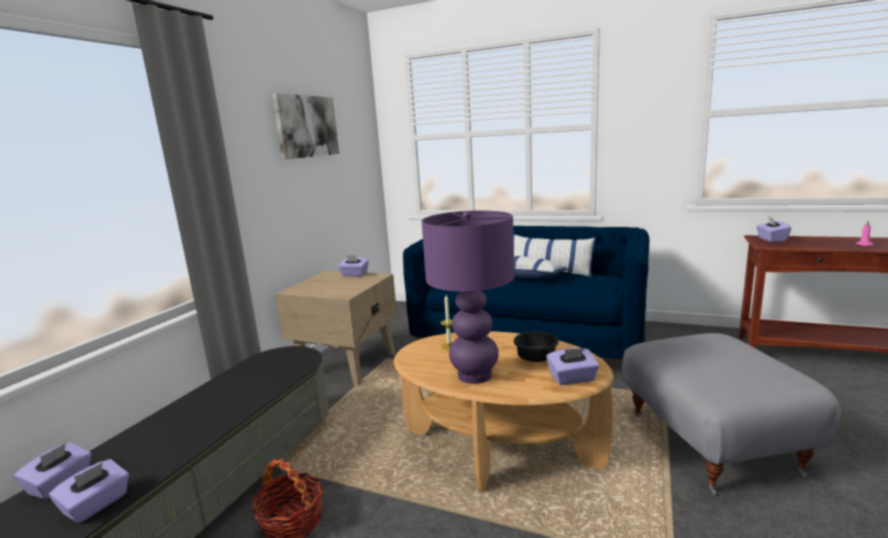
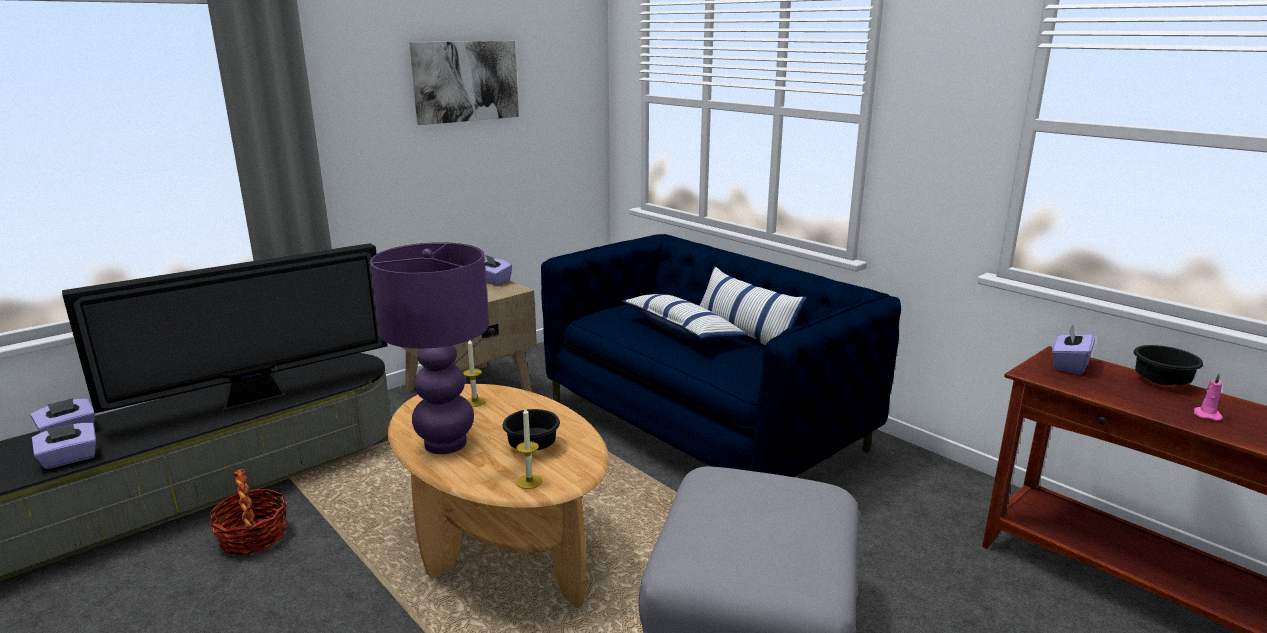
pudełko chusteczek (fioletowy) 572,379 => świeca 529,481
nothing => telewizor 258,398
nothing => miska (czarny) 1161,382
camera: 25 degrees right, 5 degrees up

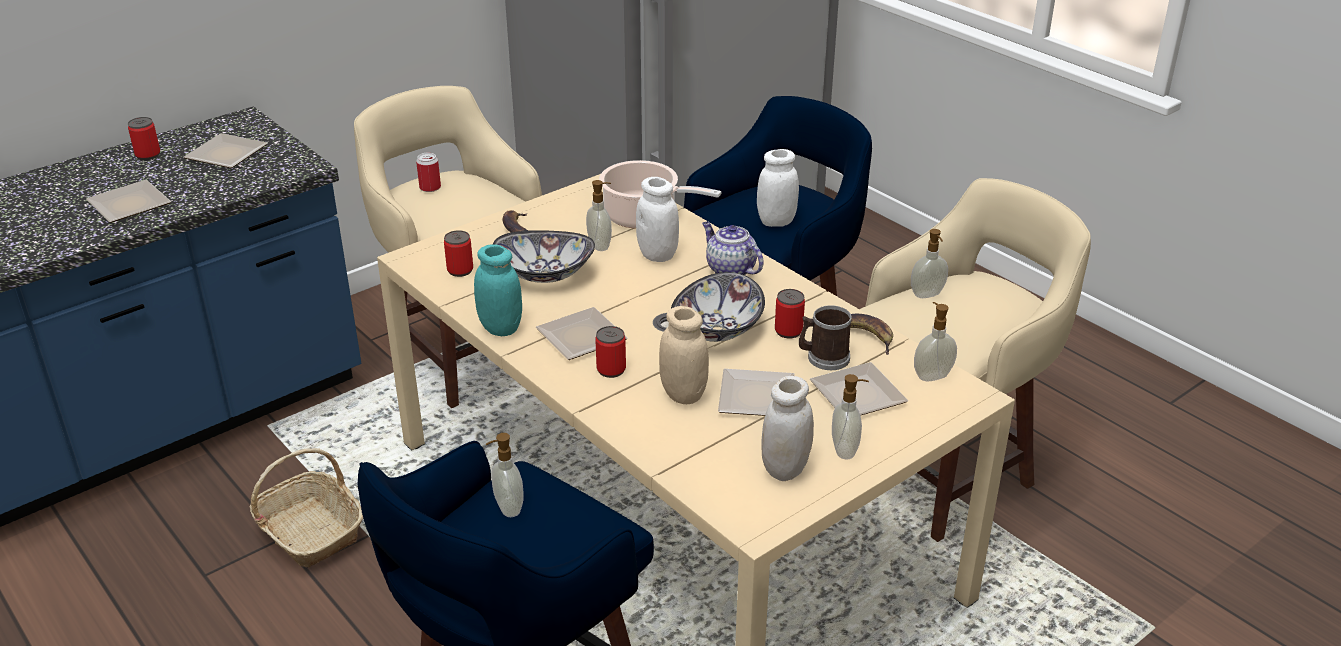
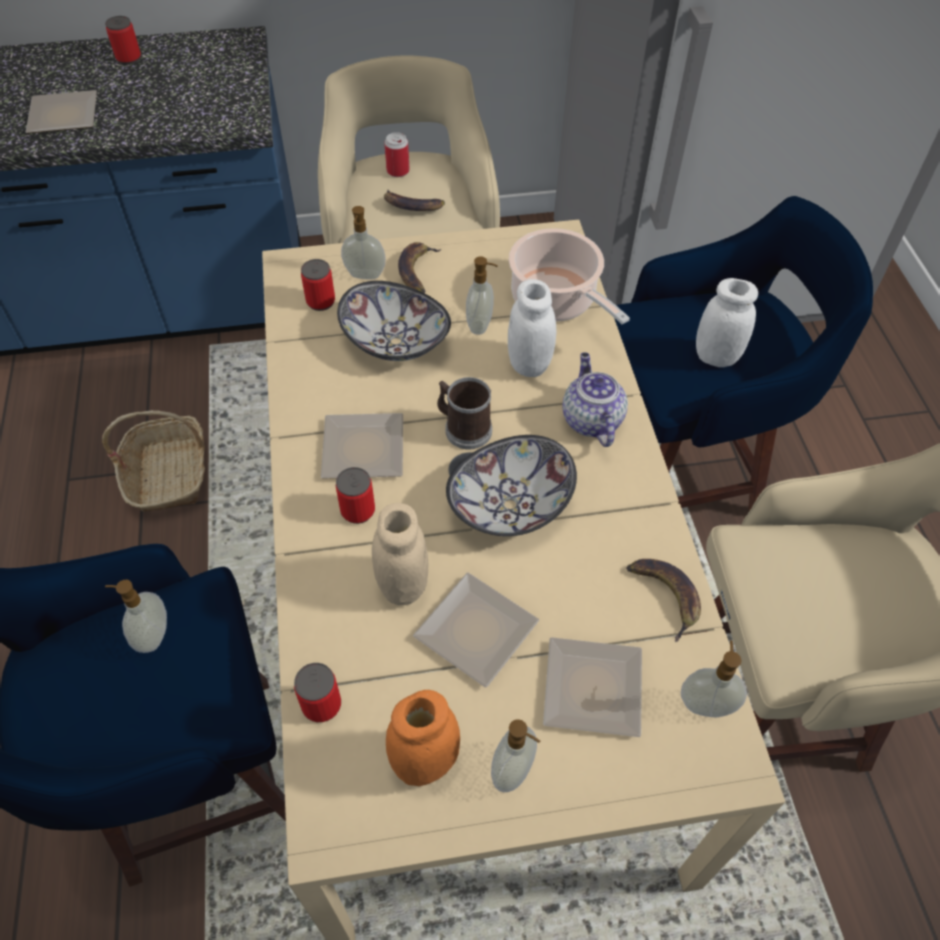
talerz 226,153 => nothing
dozownik mydła 927,295 => dozownik mydła 365,275, shifted
słoik (turkusowy) 500,328 => nothing
puszka 788,331 => puszka 321,705, shifted
kubek 823,358 => kubek 463,428, shifted
słoik (biały) 785,469 => słoik (pomarańczowy) 425,762
nothing => banan 411,206
camera: 30 degrees right, 20 degrees up

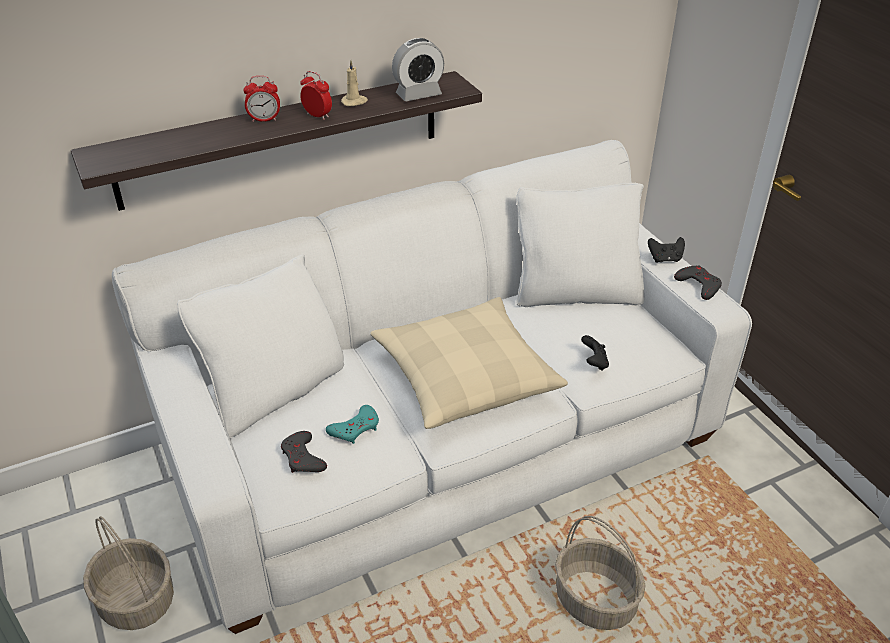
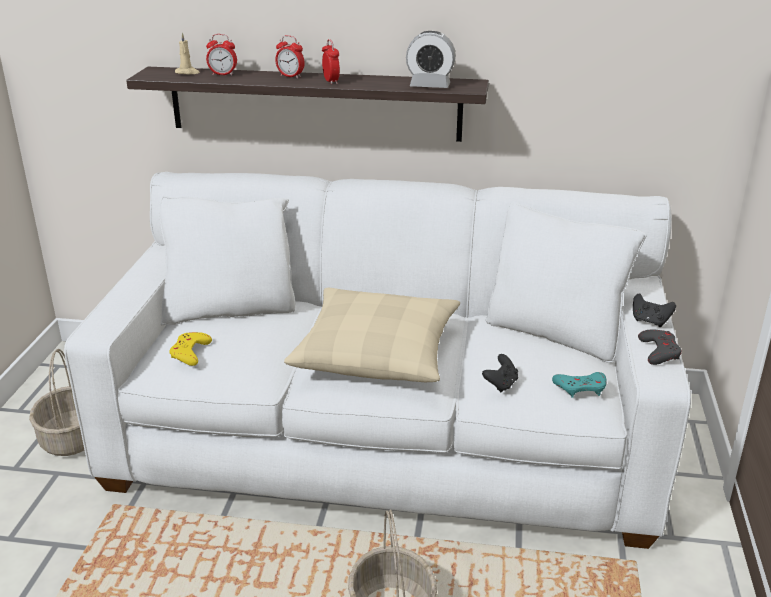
świeca (beżowy) 354,102 => świeca (beżowy) 187,72, shifted
pad do gier (turkusowy) 355,428 => pad do gier (turkusowy) 581,388, shifted
pad do gier (szary) 303,458 => pad do gier (żółty) 190,352
nothing => budzik 223,74
camera: 35 degrees right, 10 degrees down

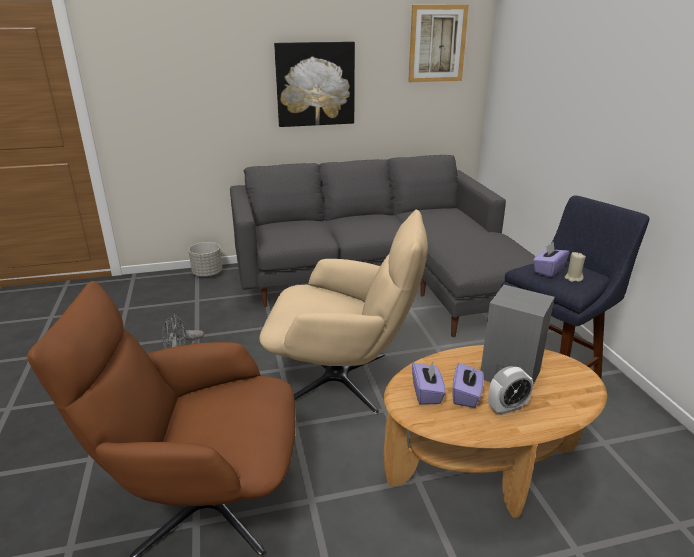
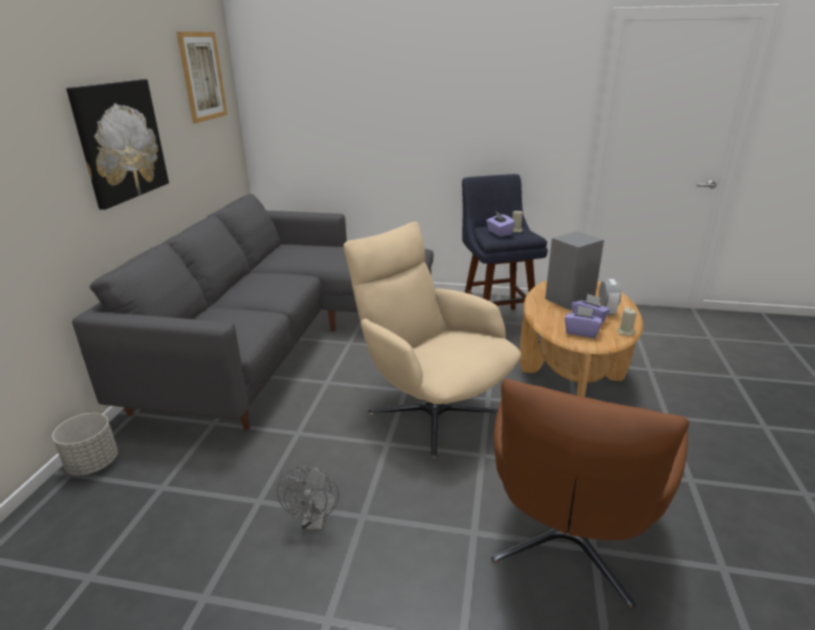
fotel (beżowy) 341,380 => fotel (beżowy) 431,410, 75 degrees counterclockwise
nothing => świeca (beżowy) 625,332
camera: 65 degrees left, 0 degrees up

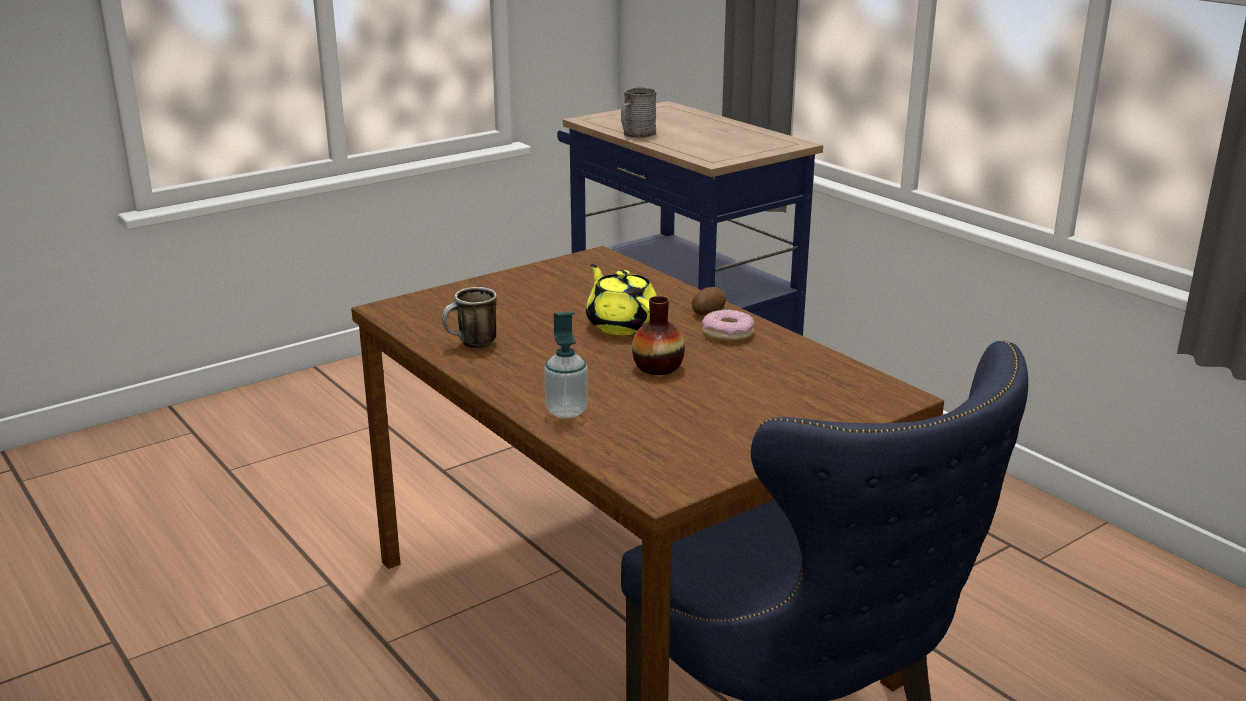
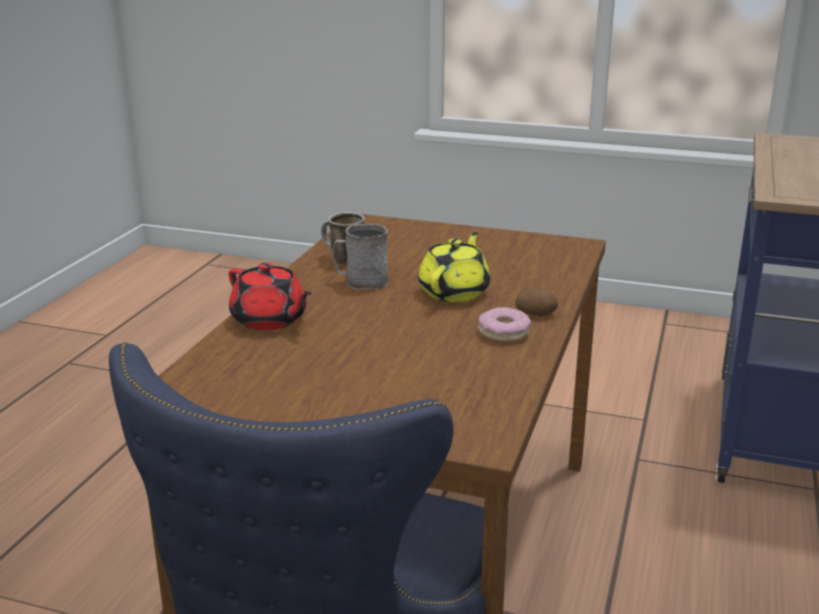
kubek (szary) 636,135 => kubek (szary) 360,282, shifted
wazon 658,367 => nothing
dozownik mydła 566,411 => imbryk (czerwony) 270,320
camera: 55 degrees right, 0 degrees up

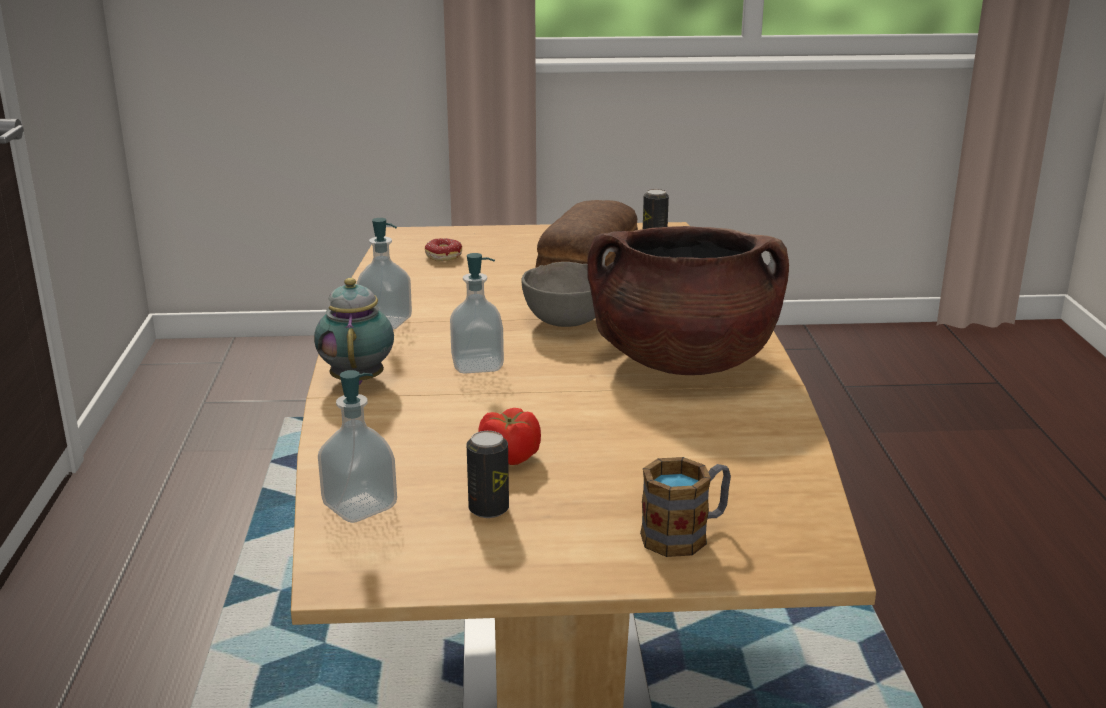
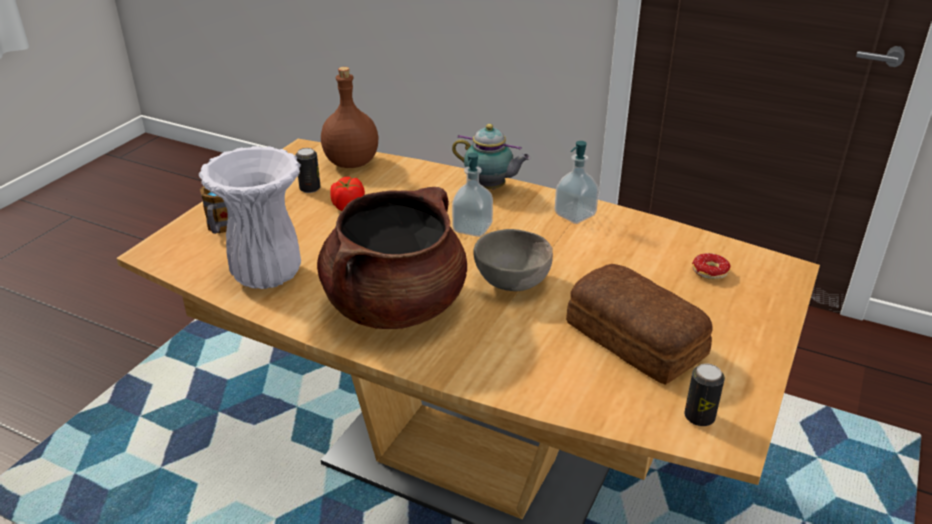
dozownik mydła 359,506 => butelka (brązowy) 352,162
nothing => wazon (biały) 266,276
camera: 120 degrees right, 10 degrees up

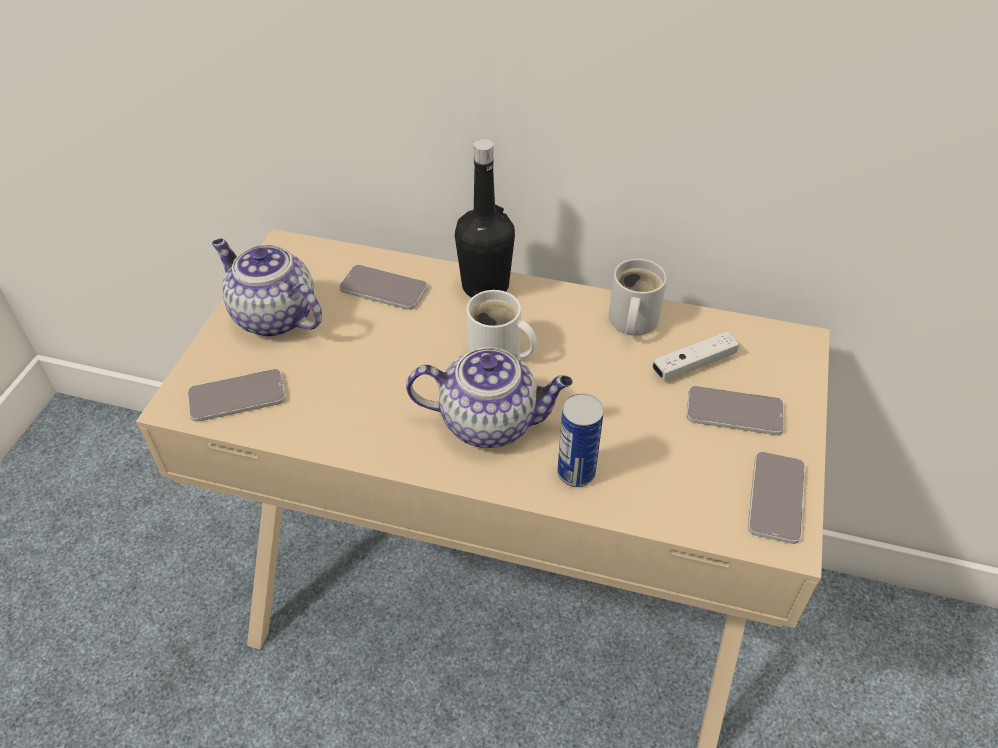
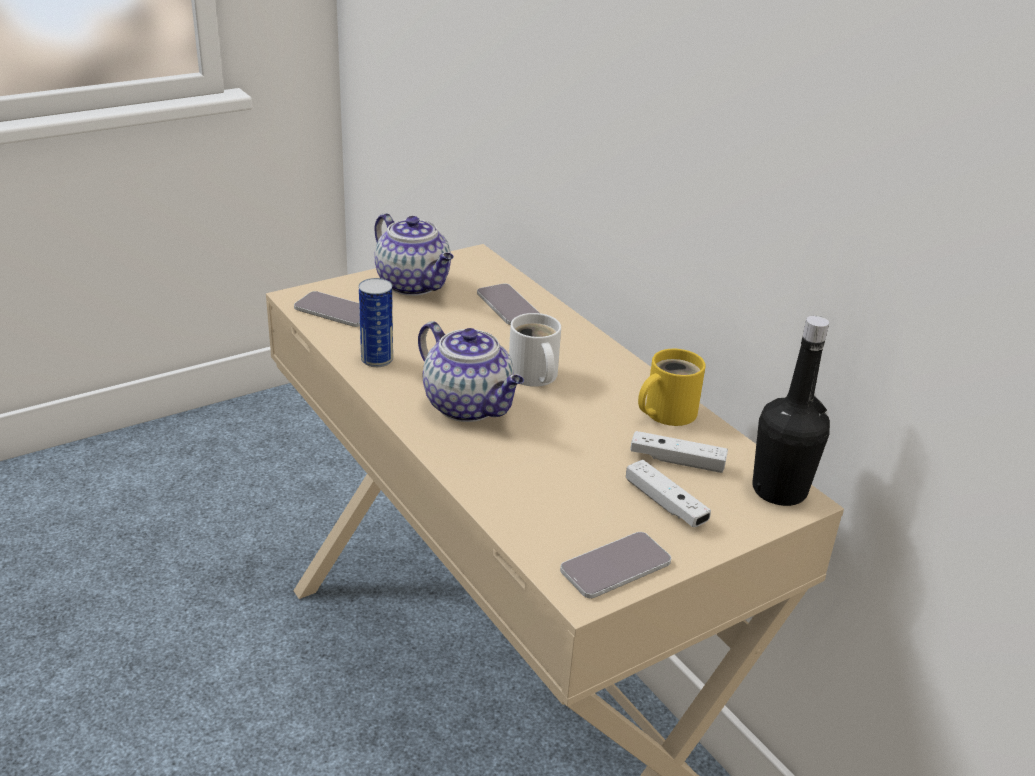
butelka (czarny) 485,286 => butelka (czarny) 779,490, shifted
imbryk 273,316 => imbryk 415,285, 150 degrees clockwise
kubek (biały) 631,321 => kubek (żółty) 665,412
telefon 734,411 => pad do gier (biały) 665,504
puszka 576,473 => puszka 377,360, shifted
camera: 40 degrees right, 15 degrees down

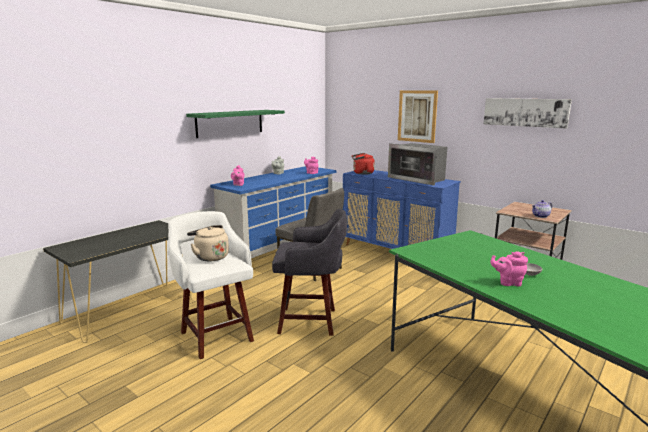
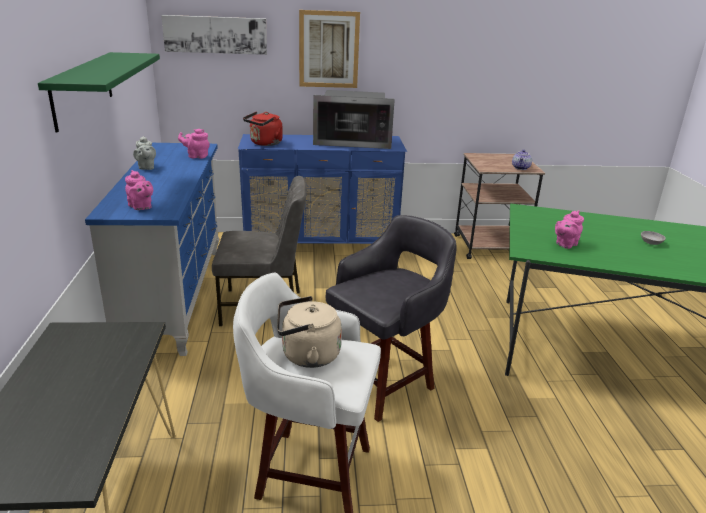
obraz 525,112 => obraz 215,34, shifted
imbryk (różowy) 508,282 => imbryk (różowy) 565,244, shifted
camera: 45 degrees left, 10 degrees up

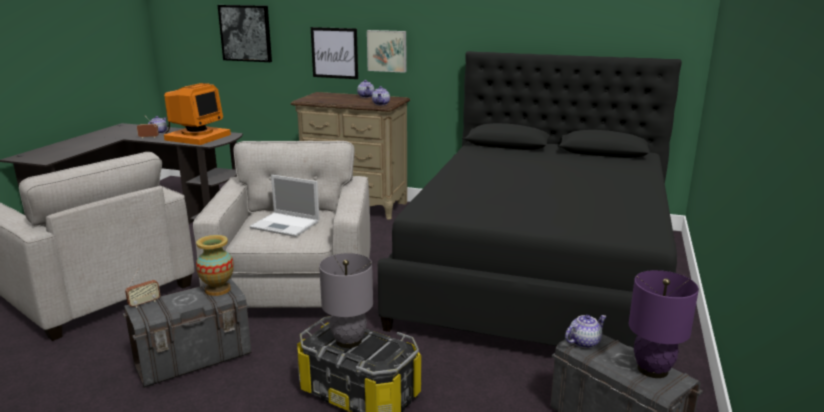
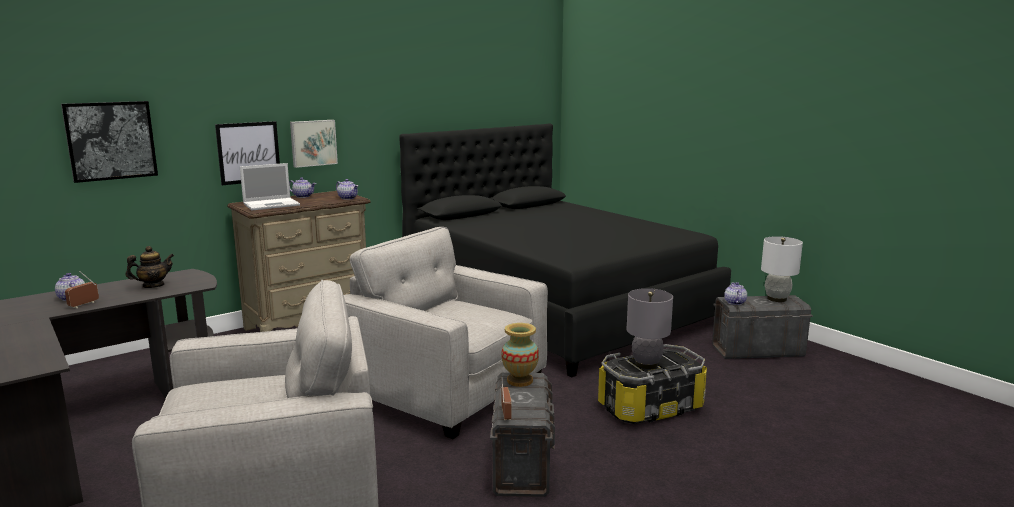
monitor 197,137 => imbryk 153,286
laptop 286,225 => laptop 272,204, shifted
lampa stołowa (fioletowy) 652,369 => lampa stołowa (biały) 777,299
camera: 55 degrees left, 5 degrees down

